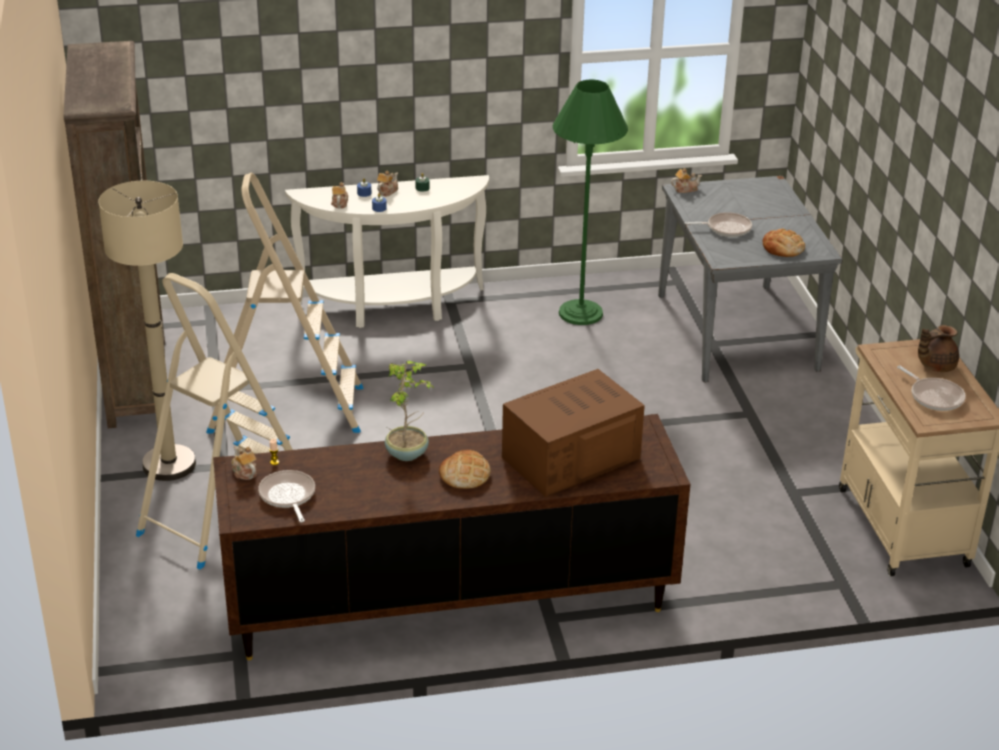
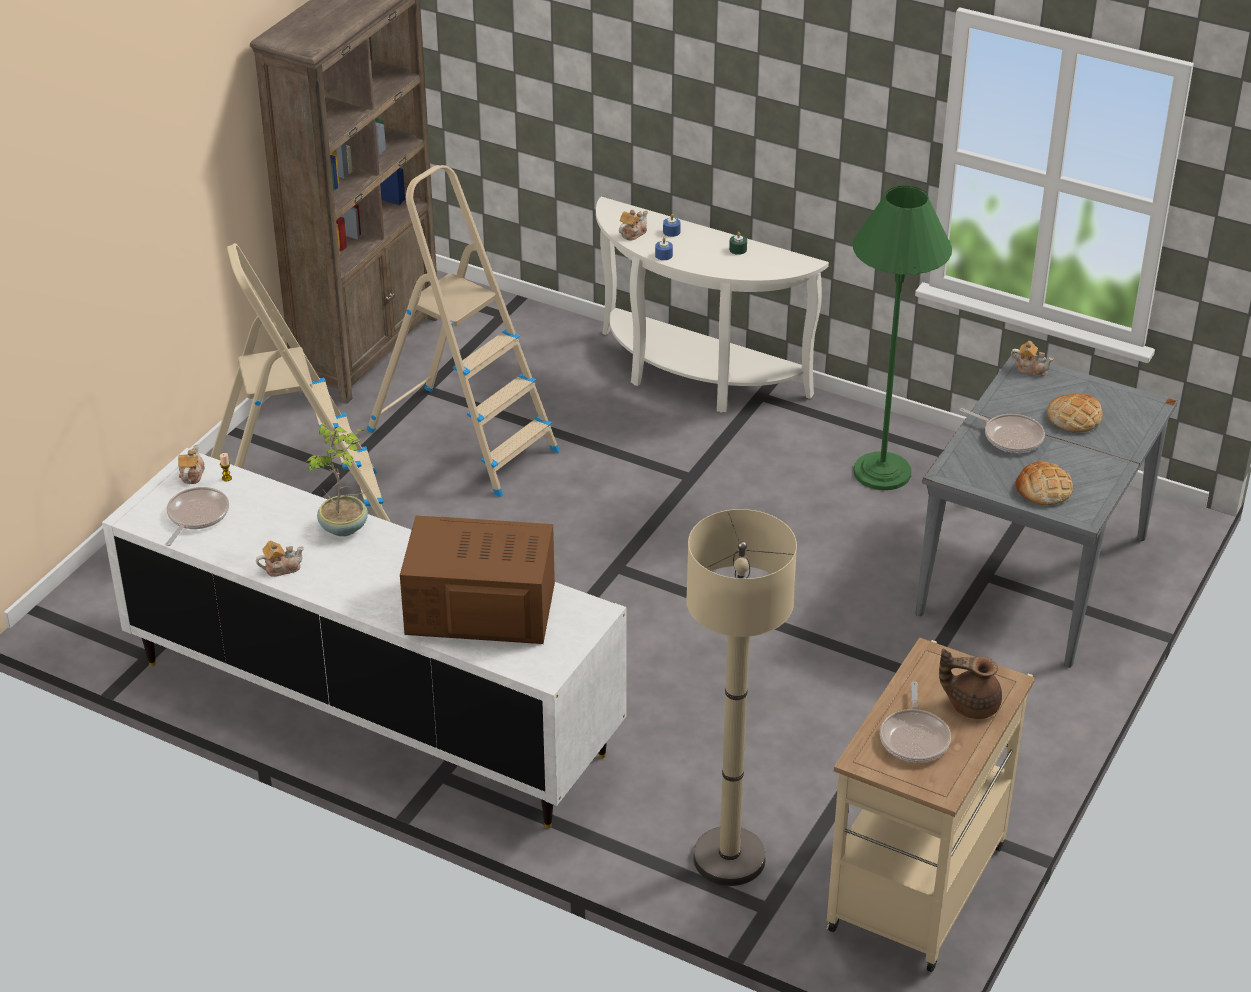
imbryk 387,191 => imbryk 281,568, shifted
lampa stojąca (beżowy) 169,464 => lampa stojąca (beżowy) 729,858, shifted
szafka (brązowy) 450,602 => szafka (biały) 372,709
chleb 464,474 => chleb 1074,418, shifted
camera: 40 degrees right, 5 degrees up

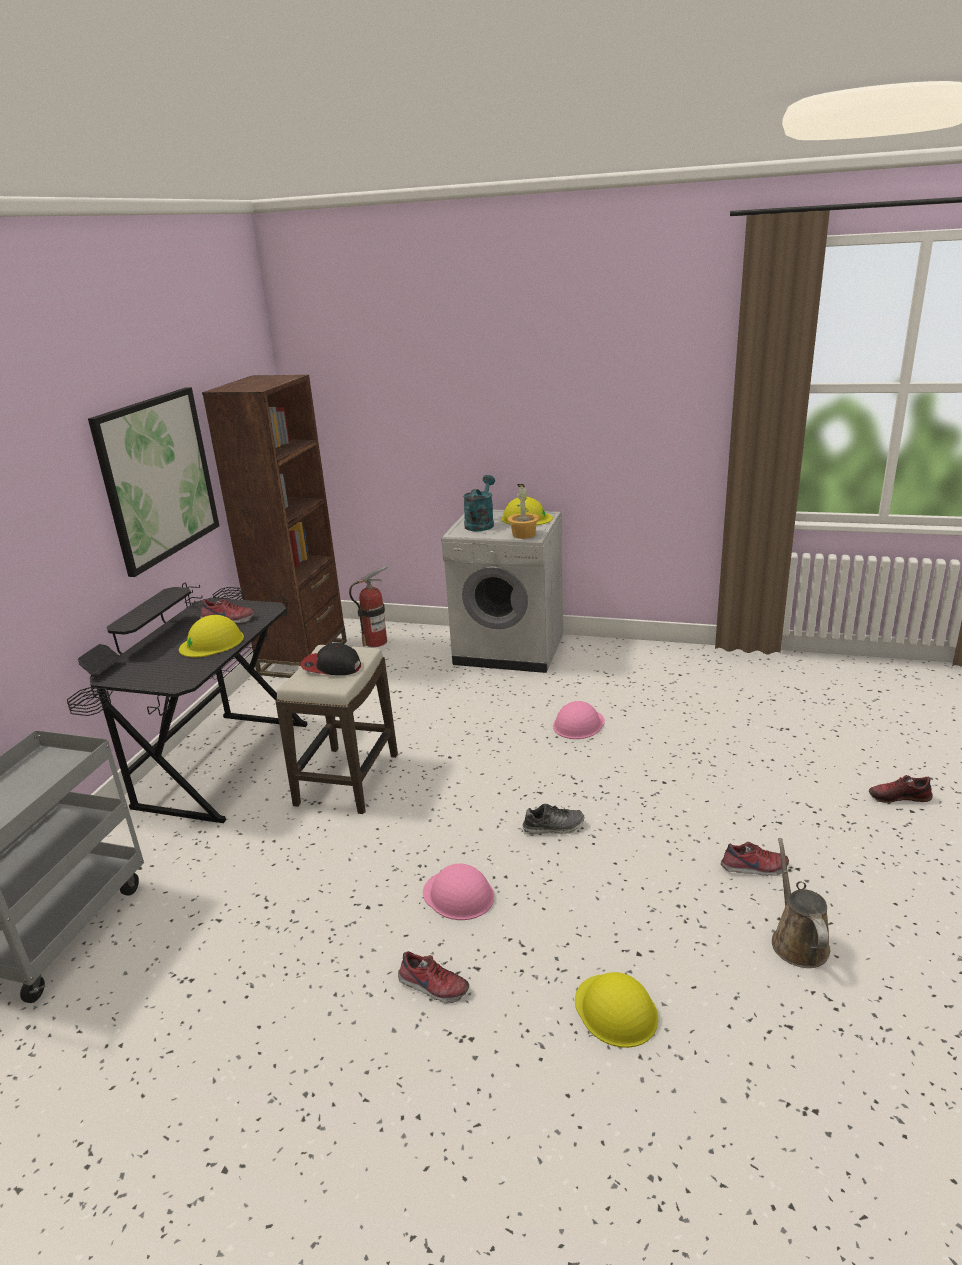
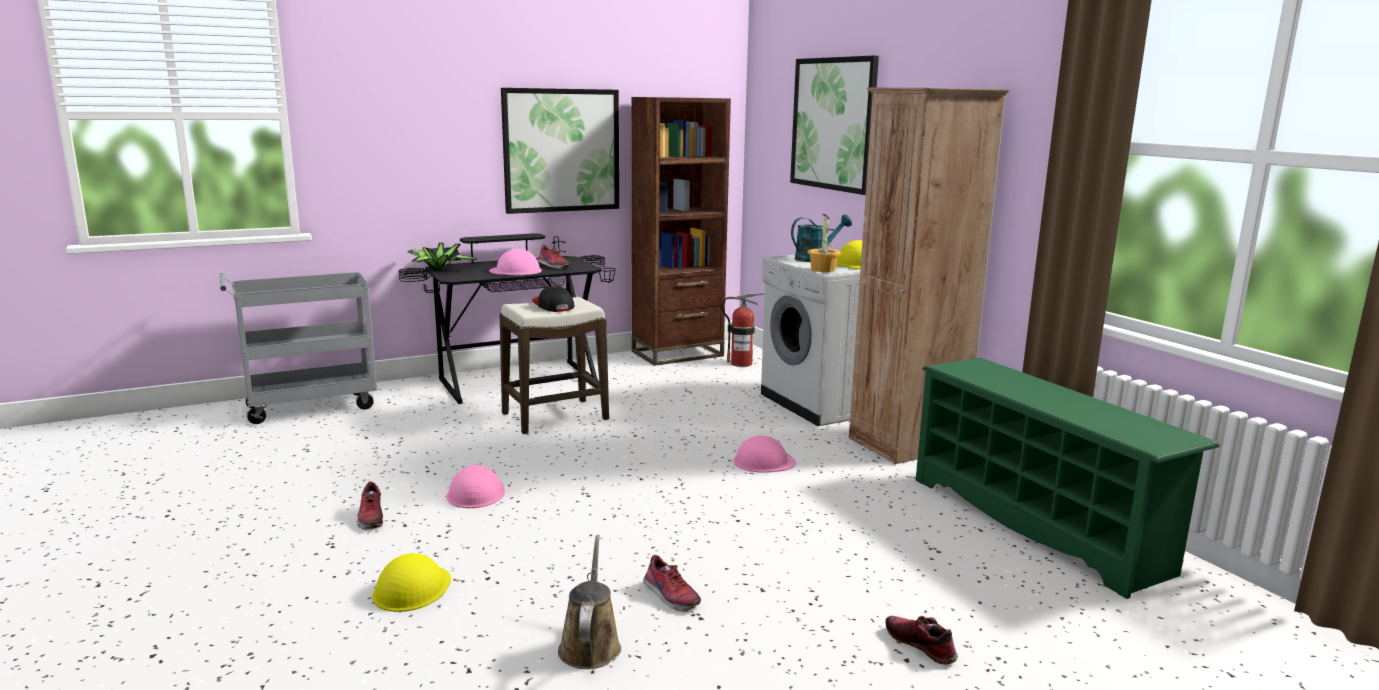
kask (żółty) 212,643 => kask (różowy) 516,270
but 553,827 => nothing
konewka (brązowy) 797,941 => konewka (brązowy) 590,645, 45 degrees counterclockwise
nothing => obraz 833,124
nothing => szafka (brązowy) 906,444
nothing => roślina doniczkowa 437,270
nothing => regał na buty (zielony) 1038,524
camera: 45 degrees right, 10 degrees down

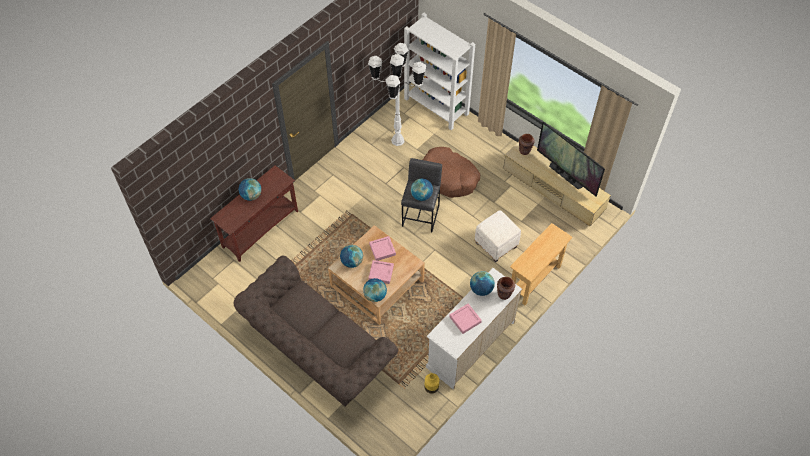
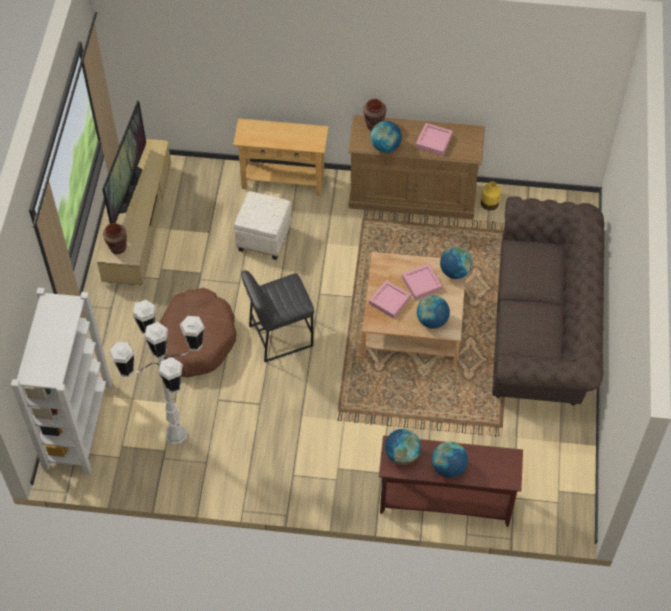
globus 421,196 => globus 402,455, shifted
szafka (biały) 470,345 => szafka (brązowy) 413,196
camera: 125 degrees left, 0 degrees up

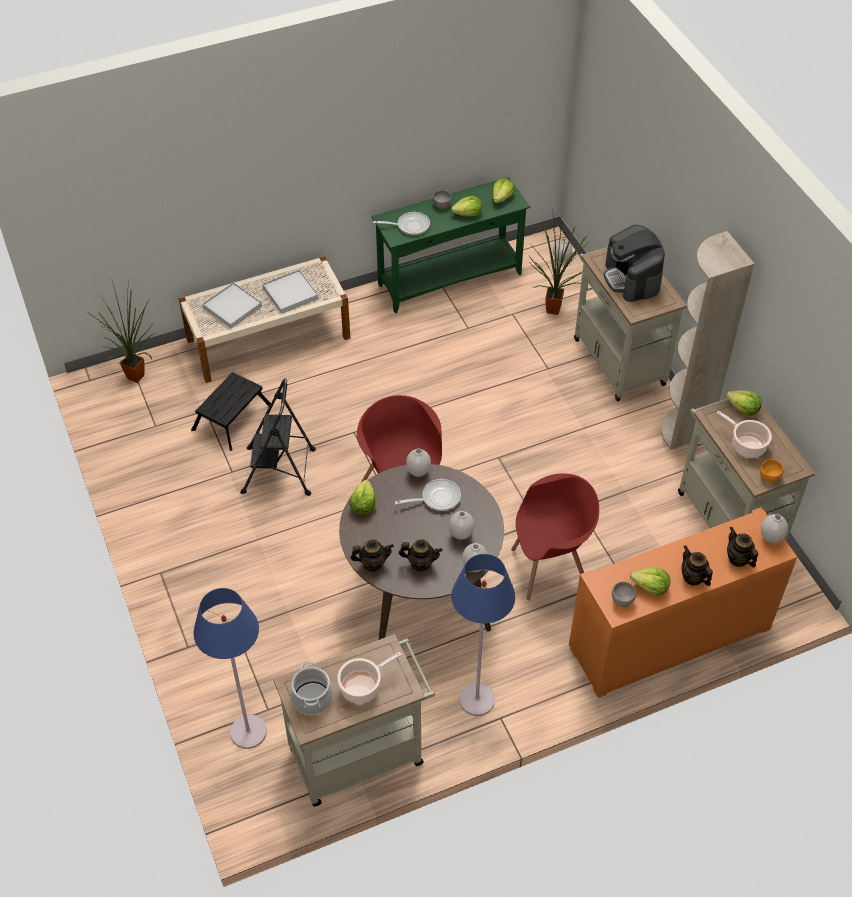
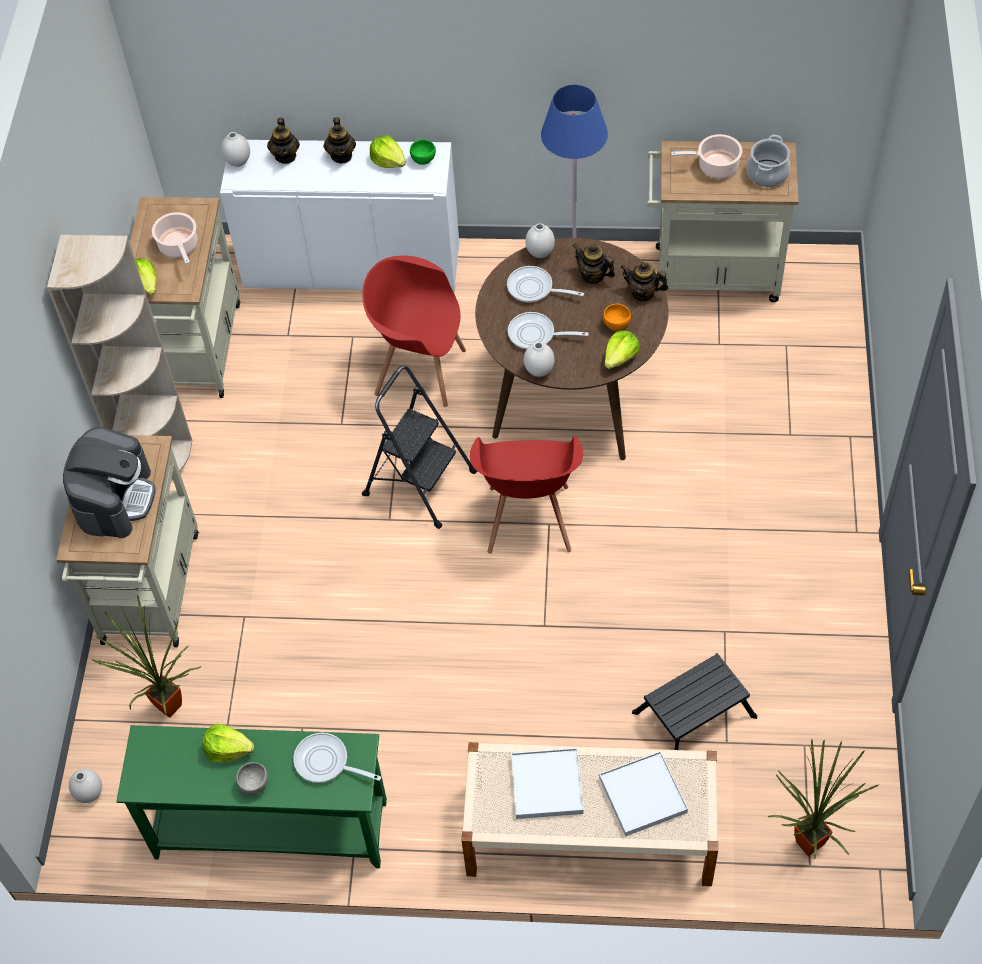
sałata 502,198 => nothing
drabinka (czarny) 281,470 => drabinka (czarny) 416,480, shifted
miska (pomarańczowy) 768,477 => miska (pomarańczowy) 617,325, shifted
szafka (pomarańczowy) 669,638 => szafka (biały) 352,266
wazon (biały) 461,534 => patelnia 534,289
miska (szary) 621,600 => miska (zielony) 424,160
lampa stojąca (niebieski) 248,732 => nothing
camera: 150 degrees left, 5 degrees up

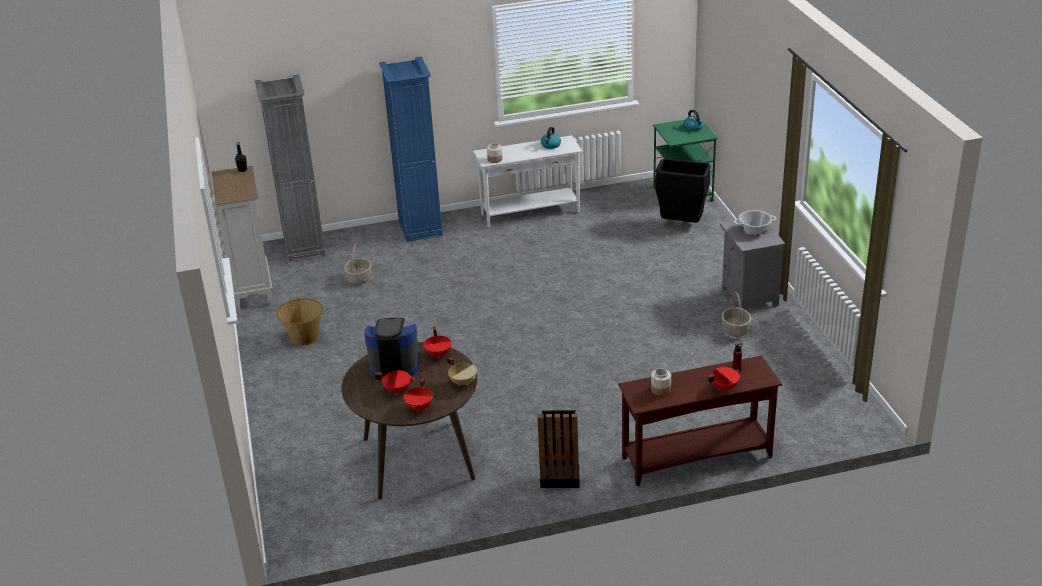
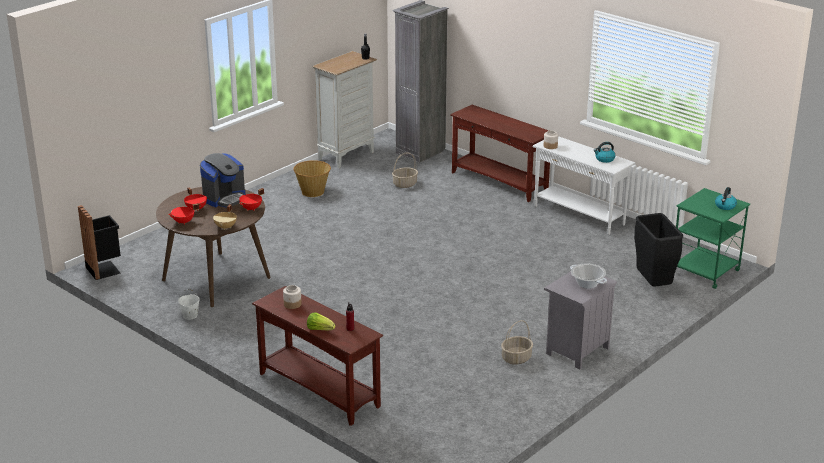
szafka (niebieski) 421,228 => stolik konsolowy (brązowy) 499,182
ekspres do kawy 394,364 => ekspres do kawy 225,198, 75 degrees clockwise
garnek (czerwony) 723,387 => sałata 320,329
kosz na śmieci (czarny) 559,475 => kosz na śmieci (czarny) 104,269, shifted
nothing => wiadro (biały) 190,316
camera: 55 degrees right, 5 degrees down

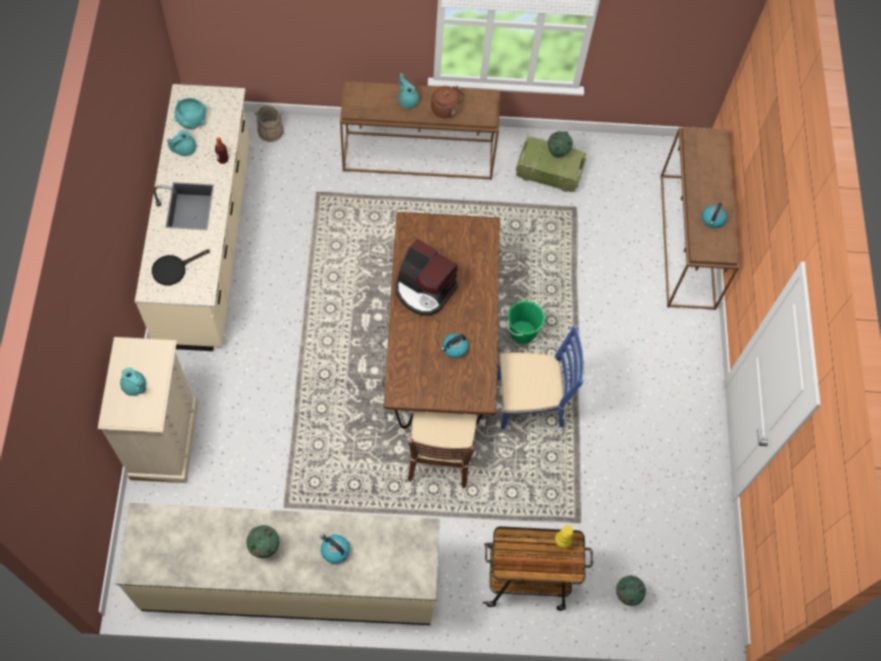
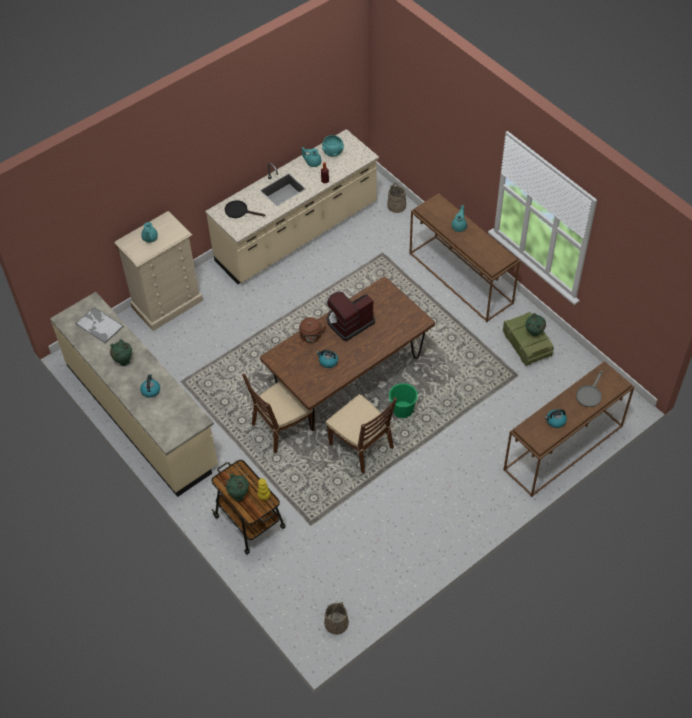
czajnik (brązowy) 446,110 => czajnik (brązowy) 311,337, shifted
ekspres do kawy 424,290 => ekspres do kawy 349,322, 60 degrees clockwise
krzesło (niebieski) 530,402 => krzesło (brązowy) 362,446
wazon (zielony) 626,596 => wazon (zielony) 238,495, shifted
nothing => taca 99,325
nothing => patelnia (szary) 589,394
nothing => wiadro (beżowy) 336,623
camera: 55 degrees right, 10 degrees down

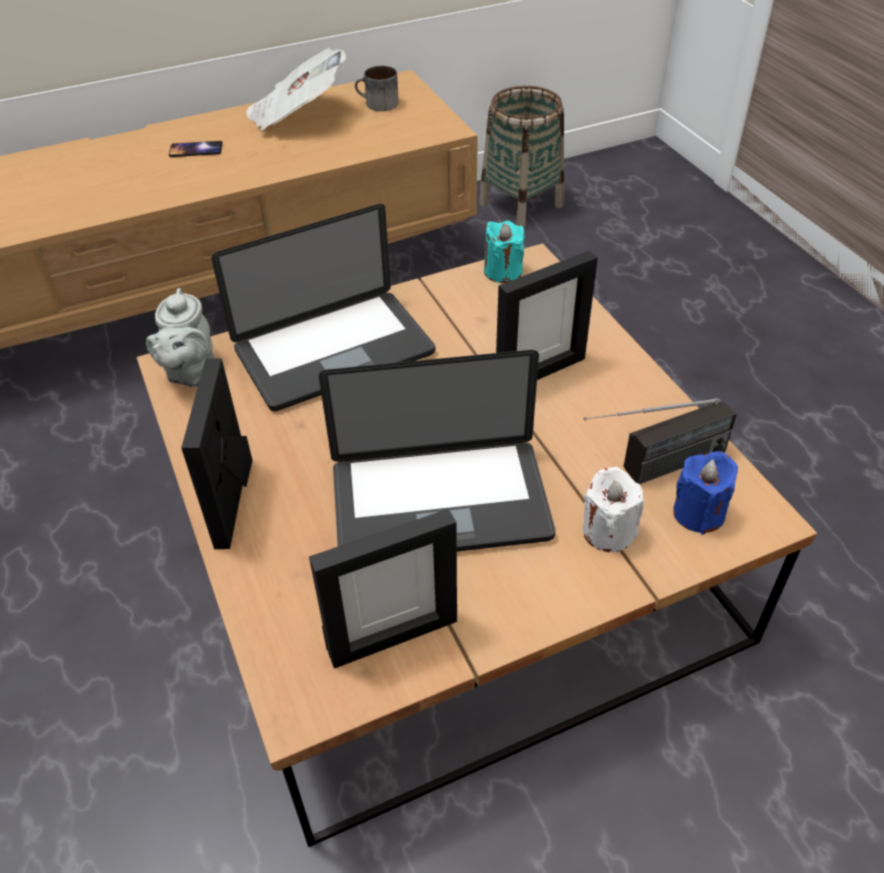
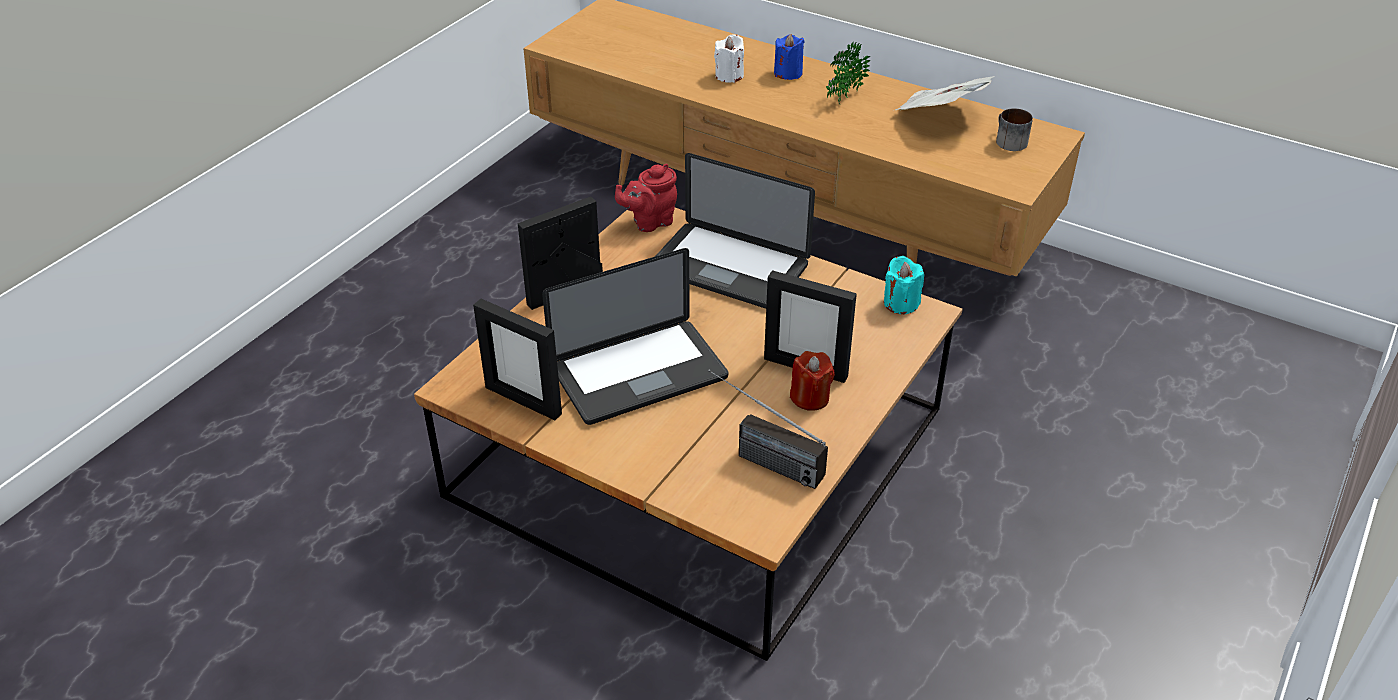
koszyk 520,205 => nothing
telefon 196,150 => roślina doniczkowa 842,98
imbryk (szary) 189,372 => imbryk (czerwony) 649,222
laptop 440,503 => laptop 639,374, 75 degrees counterclockwise
świeca (niebieski) 698,513 => świeca (niebieski) 788,73, shifted
świeca (biały) 608,531 => świeca (biały) 729,76, shifted
nothing => świeca (czerwony) 810,398
camera: 55 degrees right, 5 degrees down

